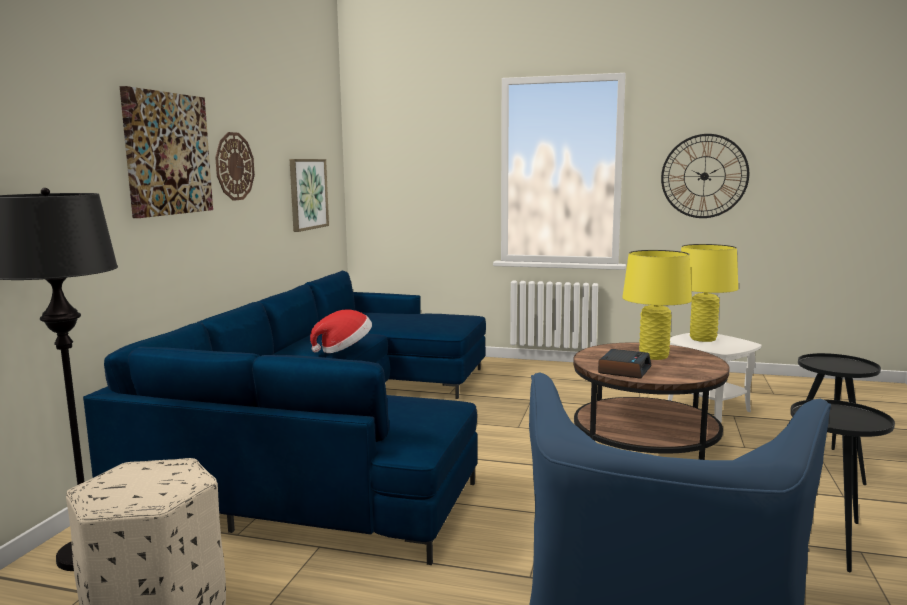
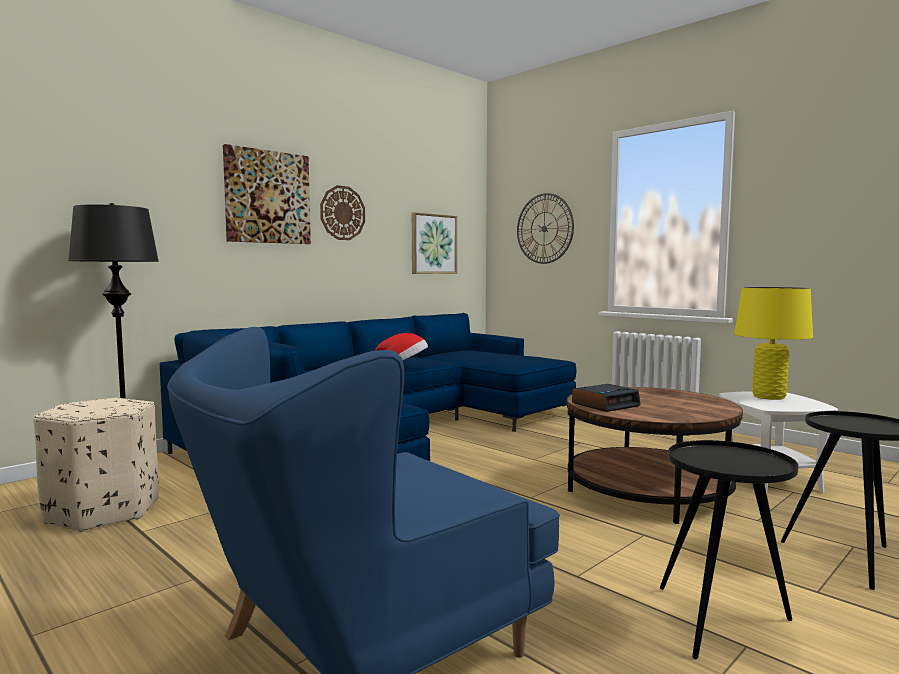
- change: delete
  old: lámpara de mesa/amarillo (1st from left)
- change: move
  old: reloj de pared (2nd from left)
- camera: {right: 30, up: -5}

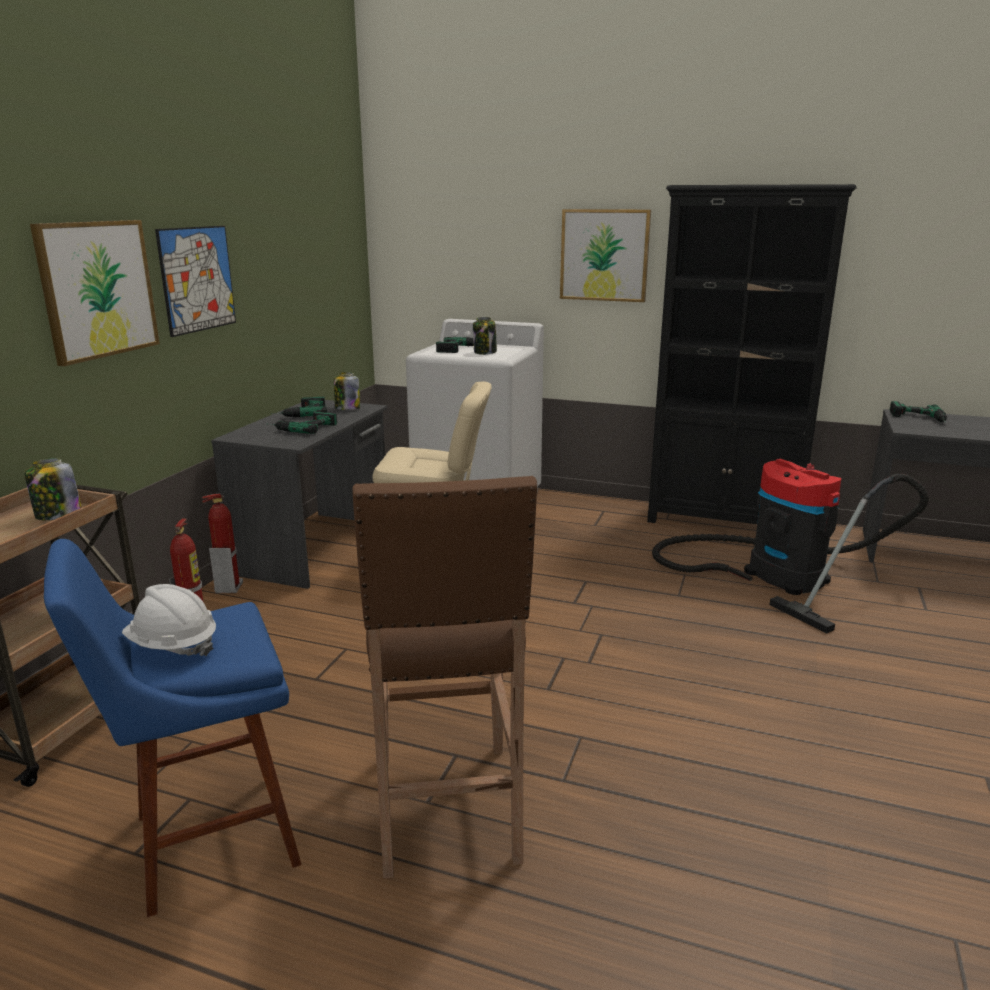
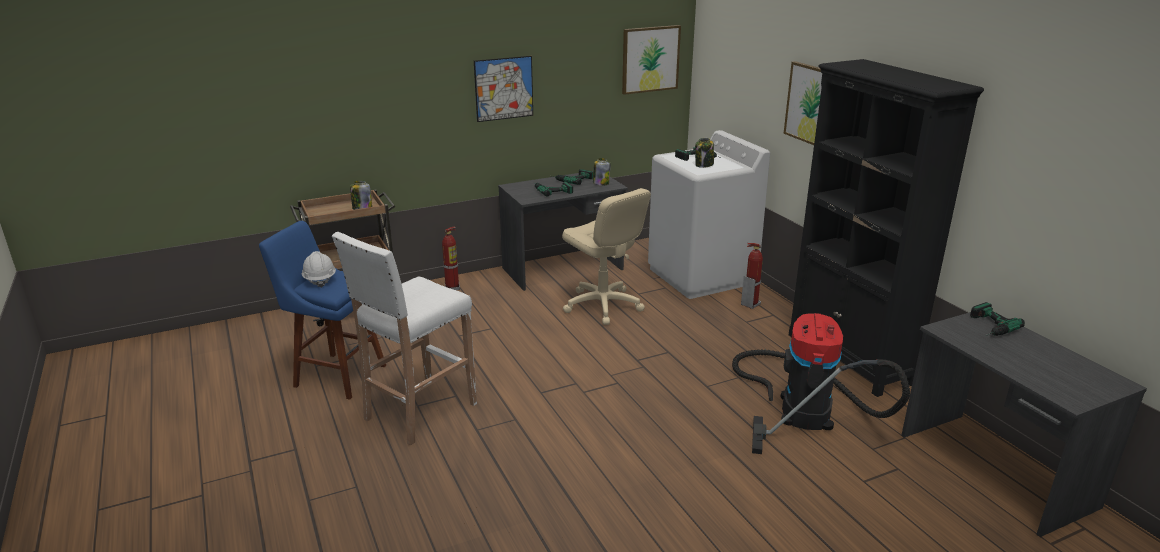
- change: move
  old: cuadro (1st from left in the first image)
  new: cuadro (2nd from left)
- change: move
  old: extintor (2nd from left)
- change: recolor
  old: taburete/marrón
  new: taburete/blanco
- camera: {right: 45, up: 5}

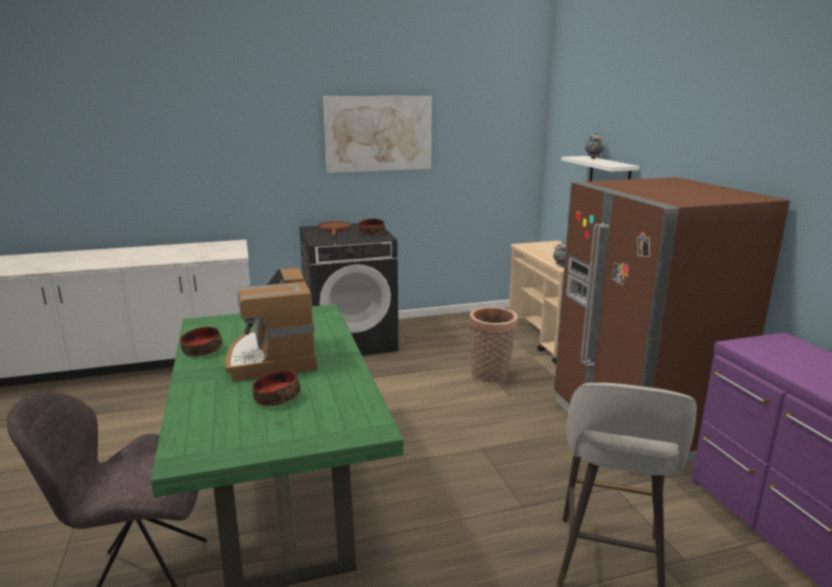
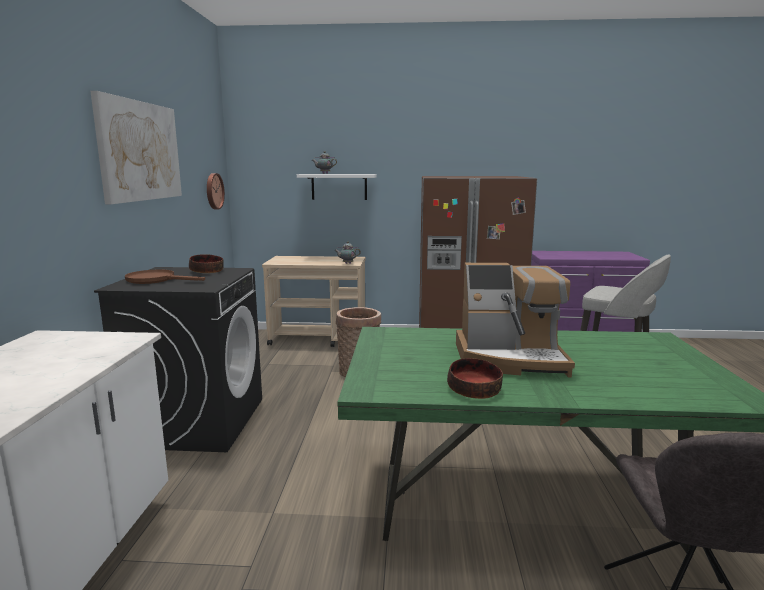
- change: delete
  old: cuenco (2nd from left)
- change: insert
  new: reloj de pared
- camera: {right: -70, up: -5}

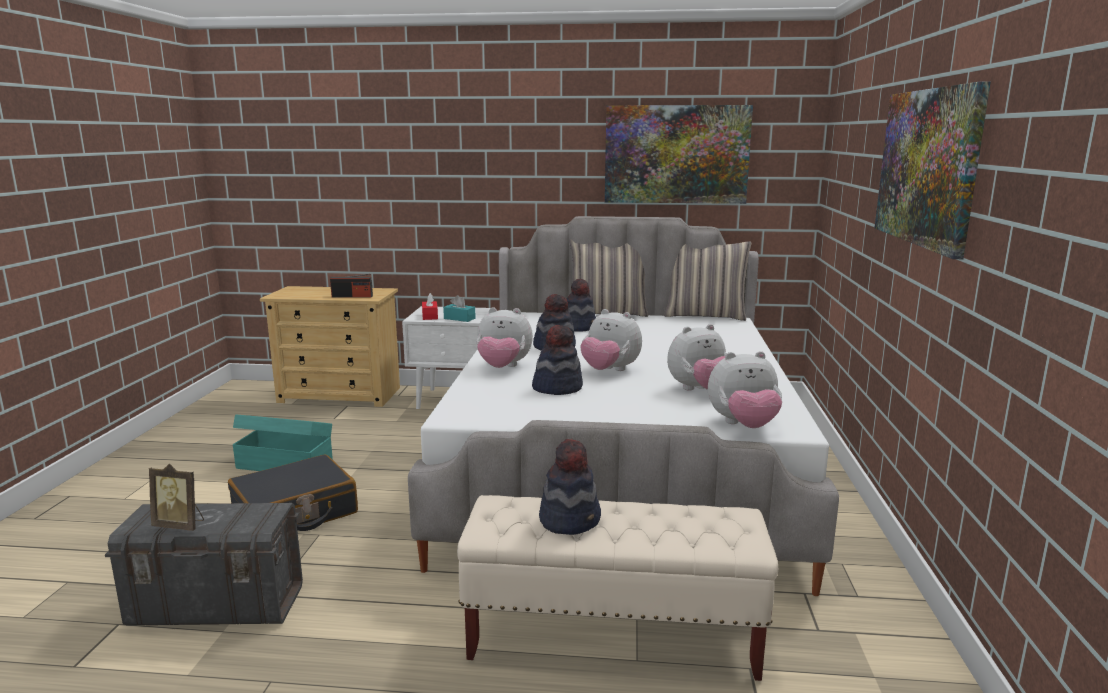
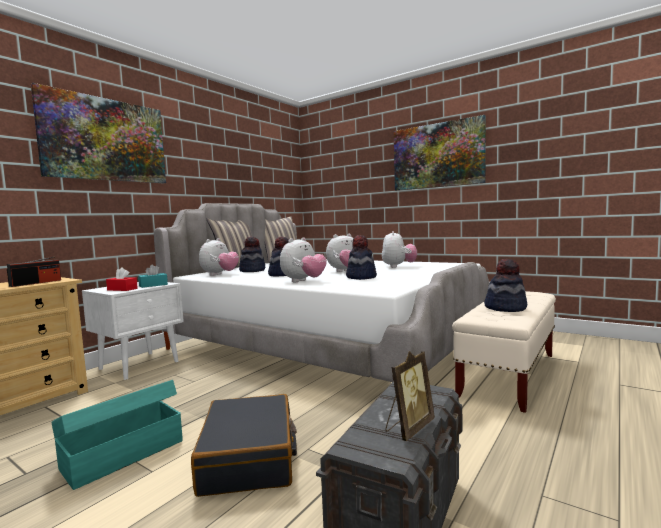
- change: move
  old: cuadro (1st from left)
- change: move
  old: peluche (4th from left in the first image)
  new: peluche (1st from left)
- camera: {right: -60, up: -10}

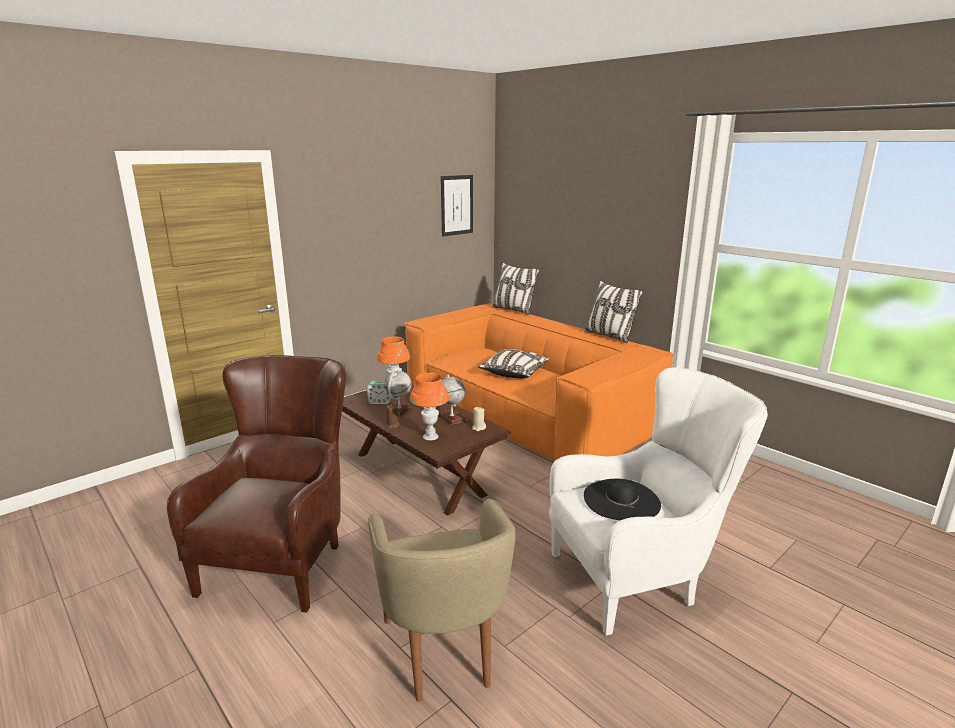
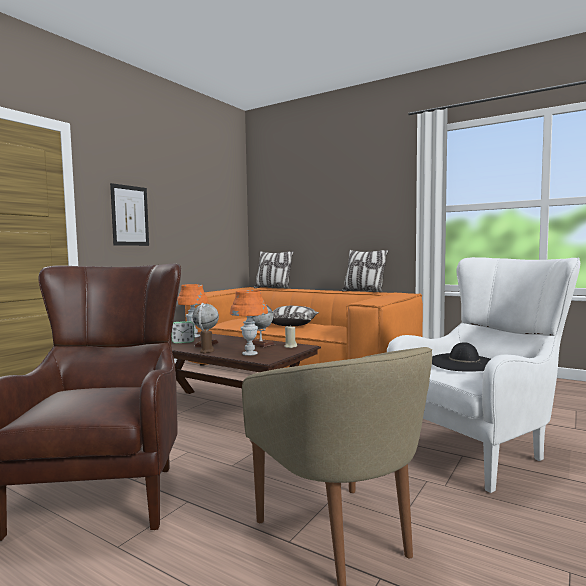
- change: move
  old: cuadro
- camera: {right: -15, up: -15}

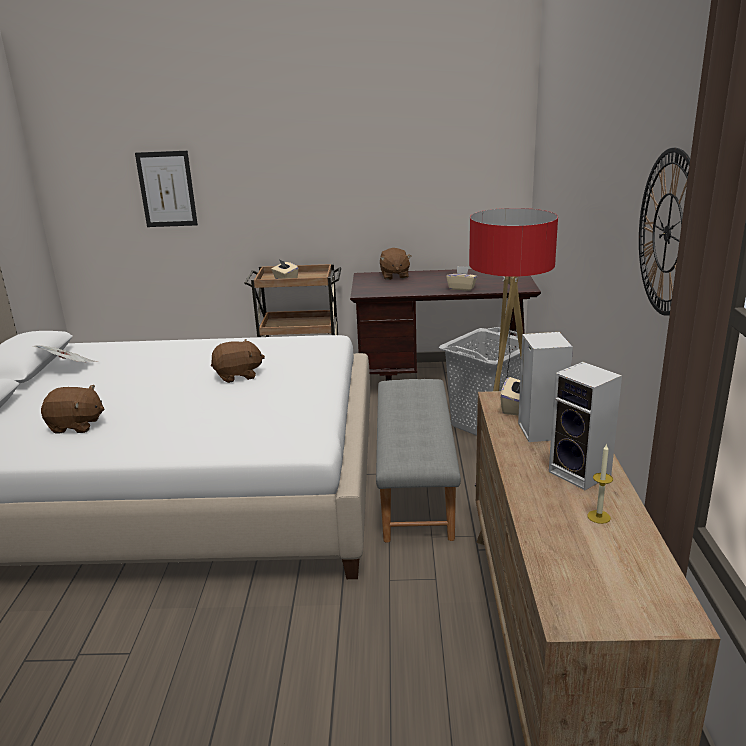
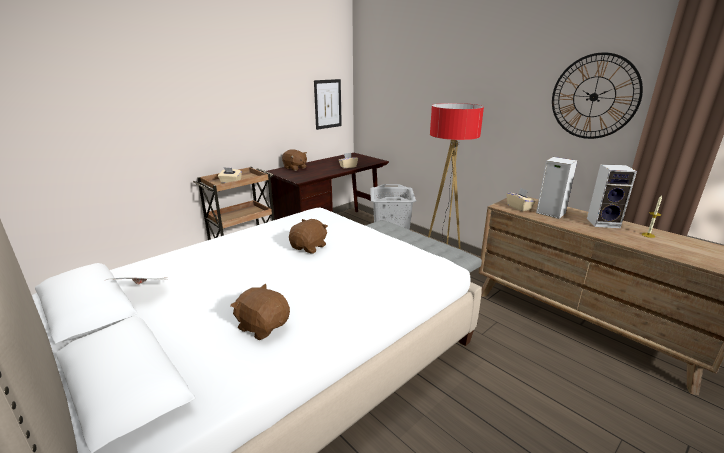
- change: move
  old: cuadro
- change: rotate
  old: peluche/marrón (1st from left)
  degrees: -105
- camera: {right: -45, up: 0}

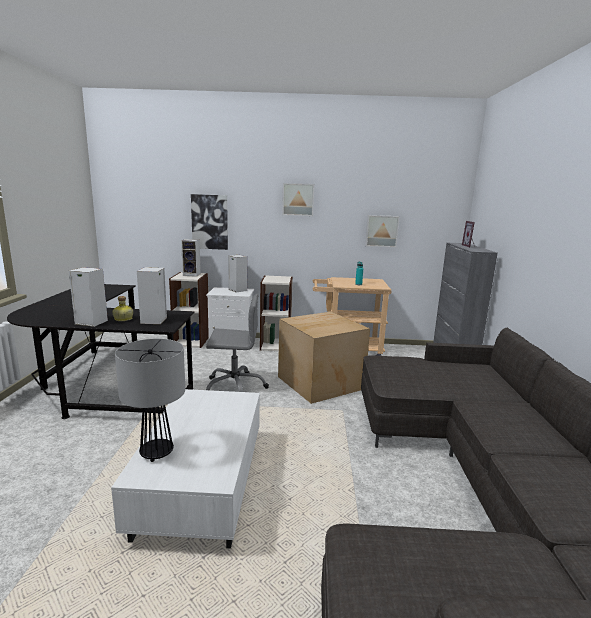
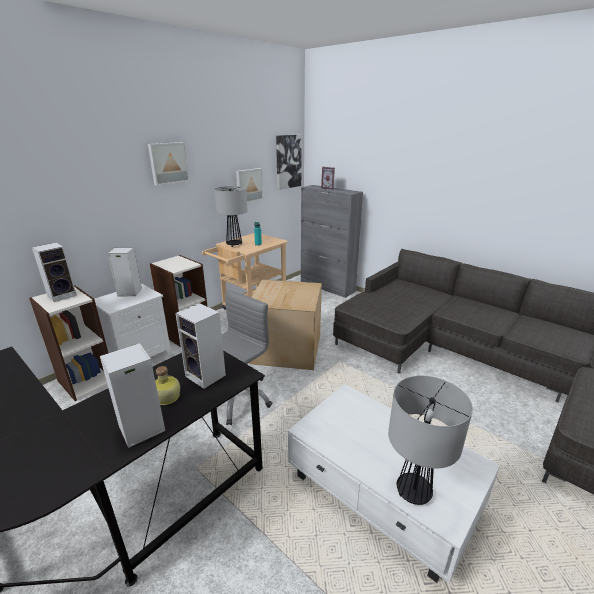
- change: insert
  new: lámpara de mesa (1st from left)
- change: move
  old: cuadro (1st from left in the first image)
  new: cuadro (3rd from left)
- camera: {right: -50, up: 10}

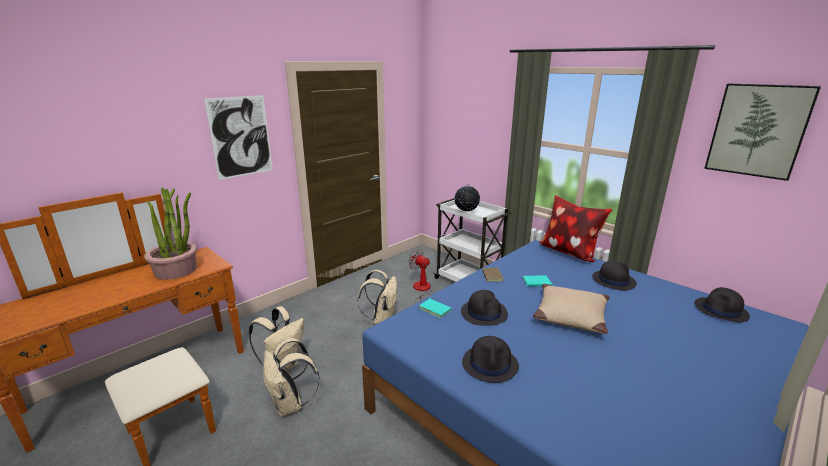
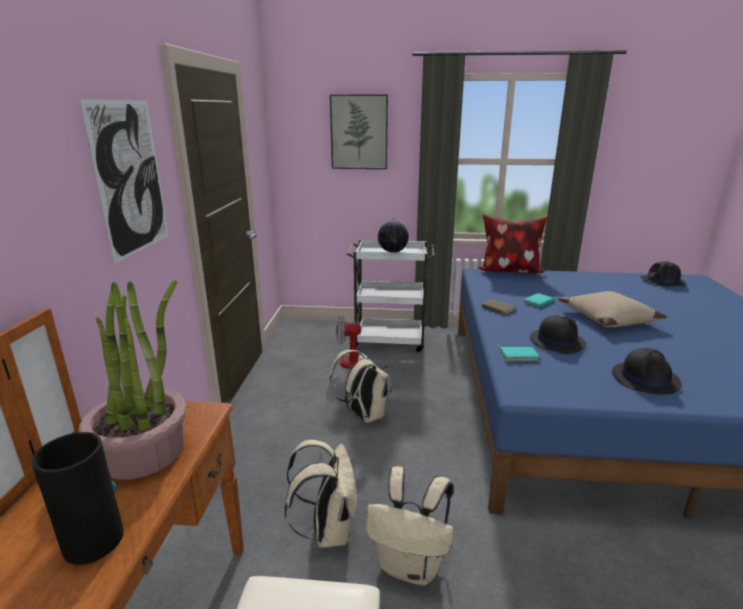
- change: delete
  old: sombrero/negro (3rd from left)
- change: insert
  new: florero
- change: move
  old: cuadro (2nd from left)
- camera: {right: -40, up: 0}

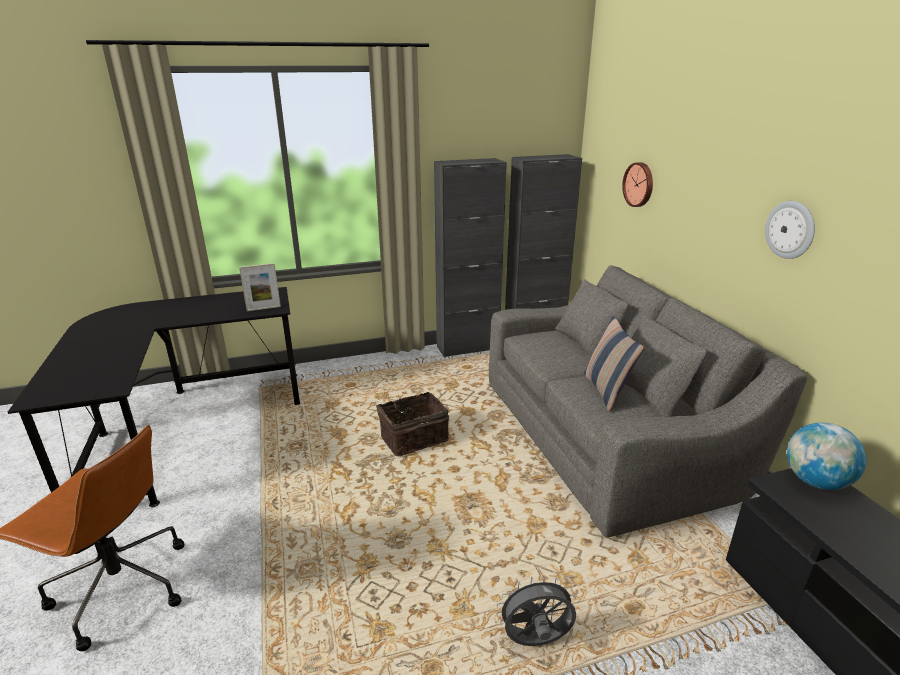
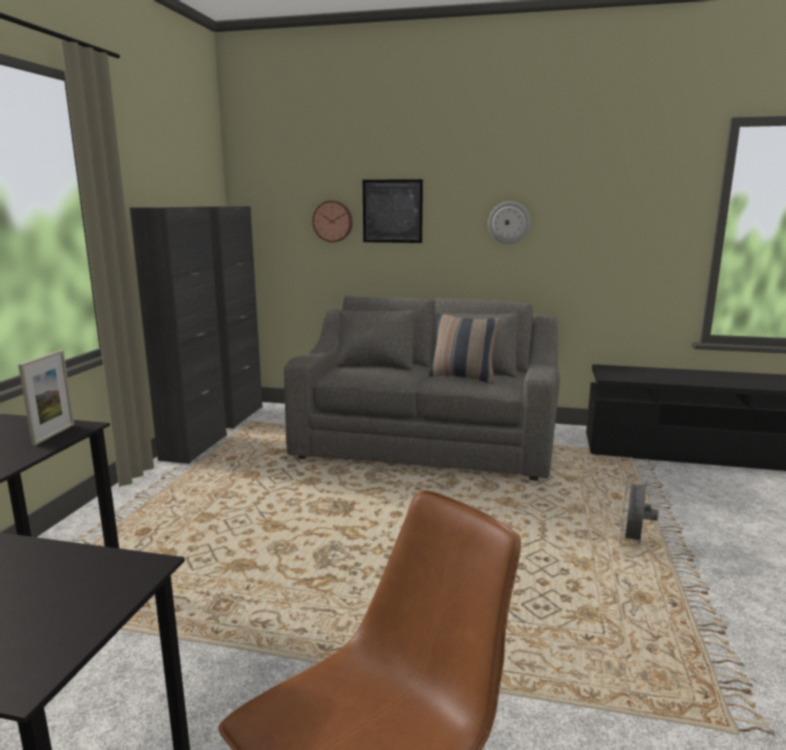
- change: delete
  old: cesta
- change: delete
  old: globo terráqueo
- change: insert
  new: cuadro
- camera: {right: -60, up: -10}

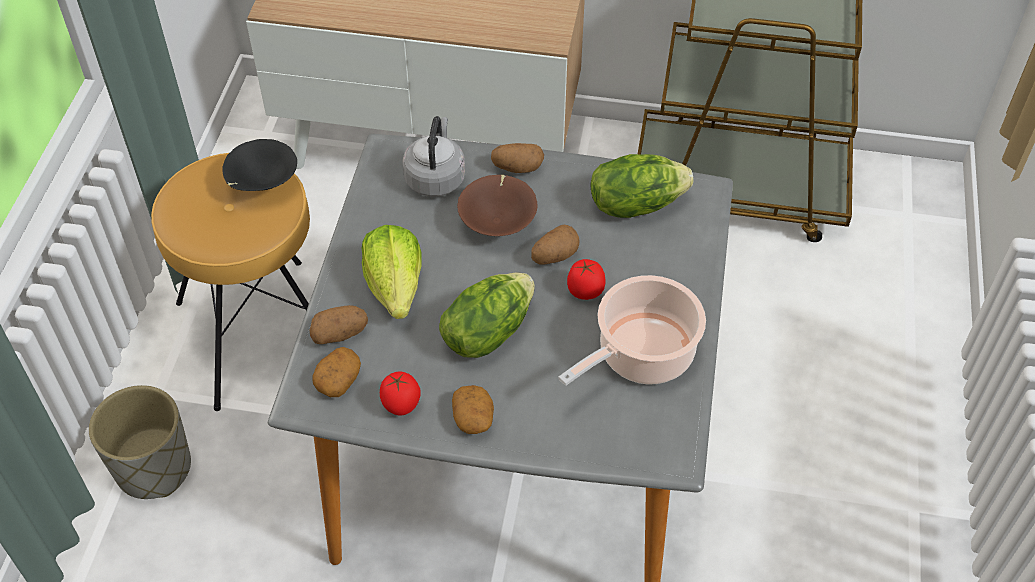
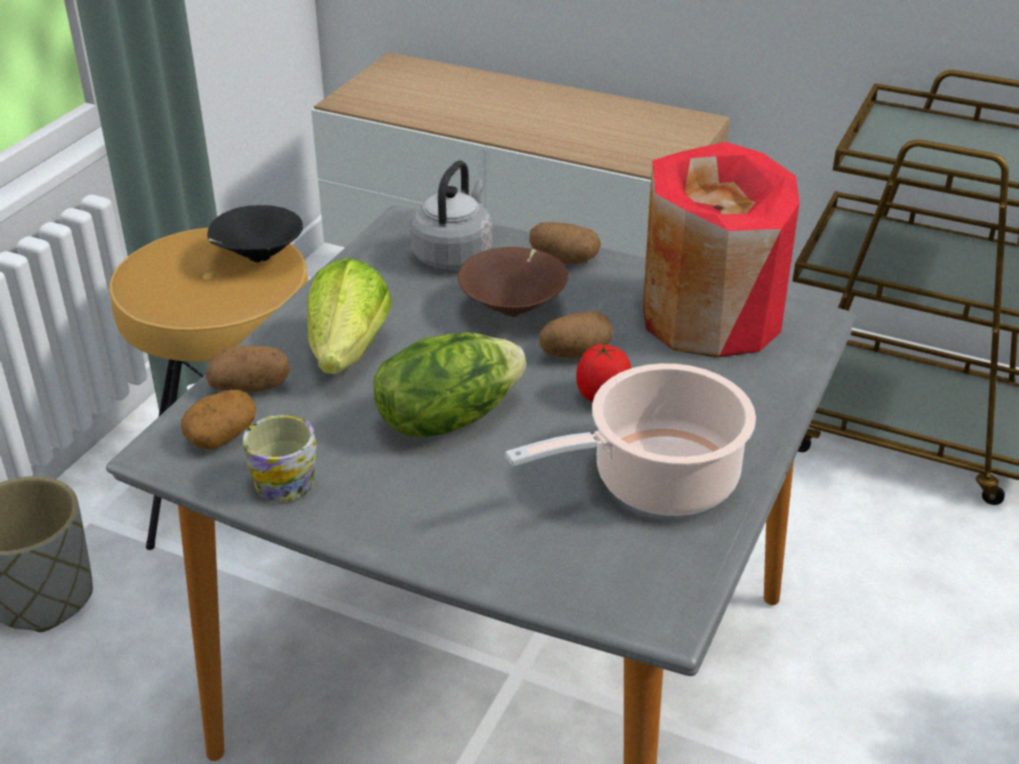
- change: delete
  old: patata (3rd from left)
- change: replace
  old: tomate (1st from left)
  new: taza grande
- change: replace
  old: lechuga (3rd from left)
  new: florero/rojo
- camera: {right: 15, up: -15}

